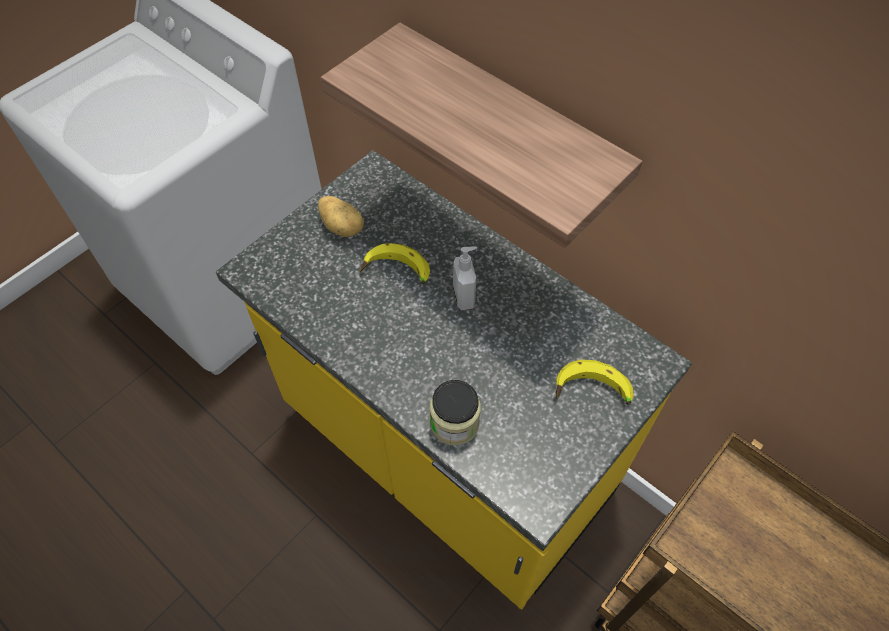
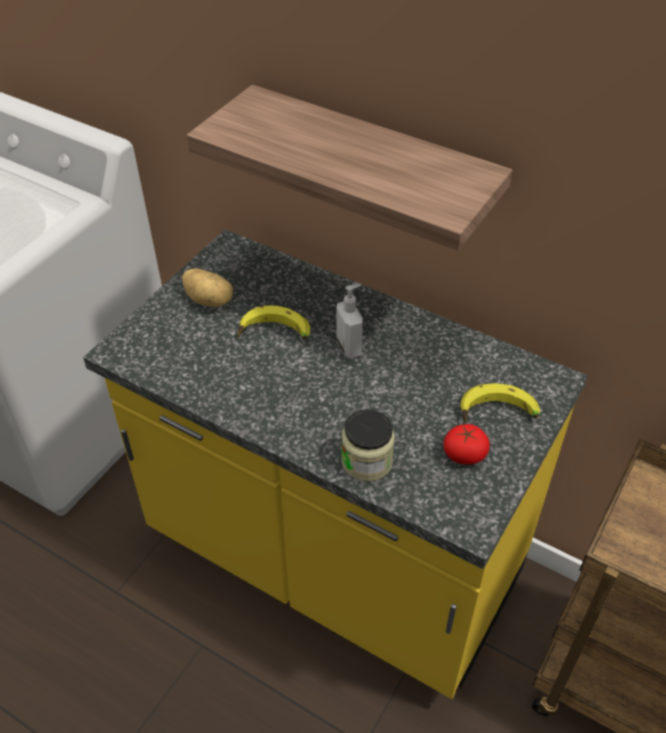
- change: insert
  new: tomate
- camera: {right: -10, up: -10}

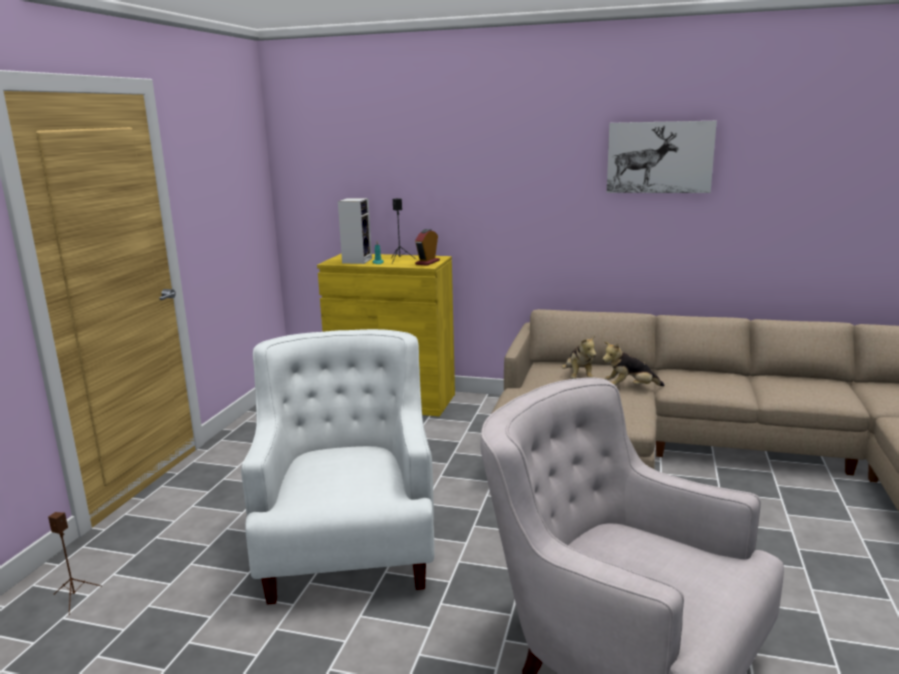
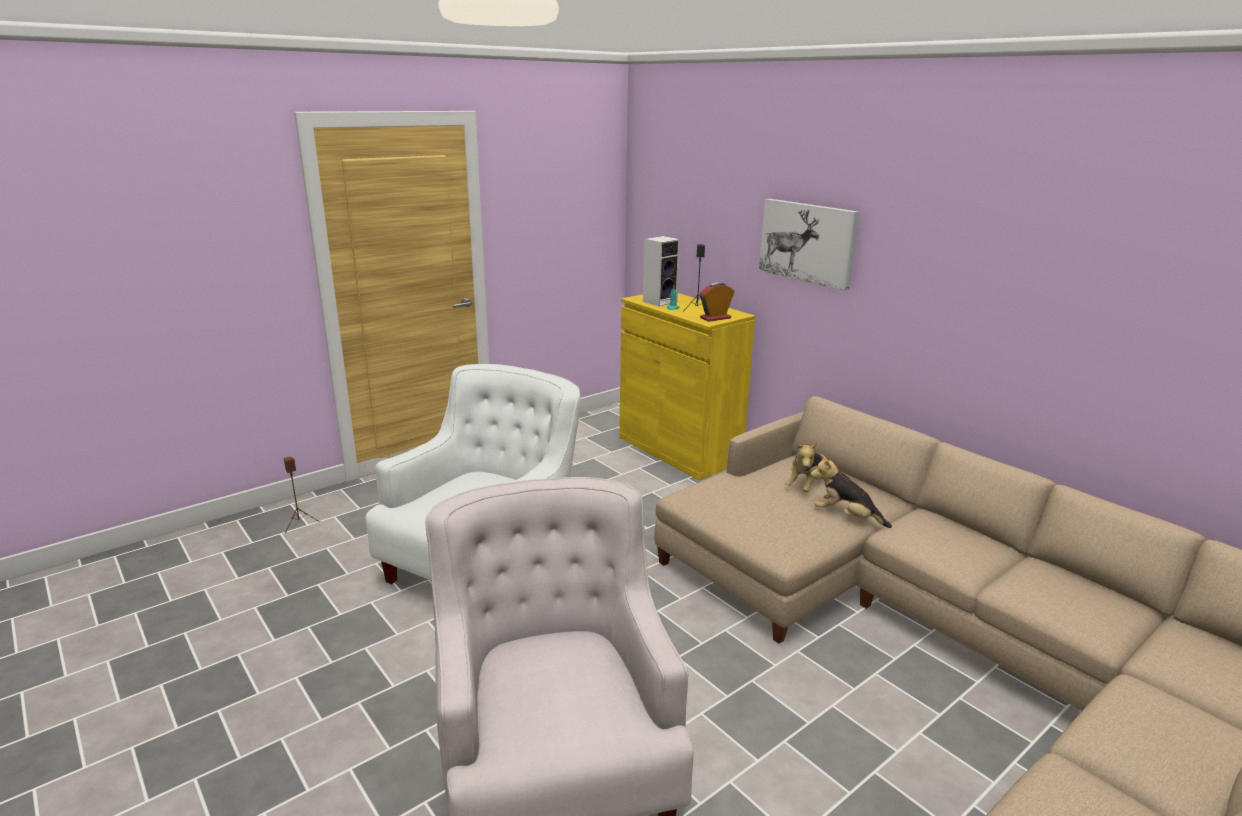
- change: move
  old: cuadro
- camera: {right: 35, up: 5}

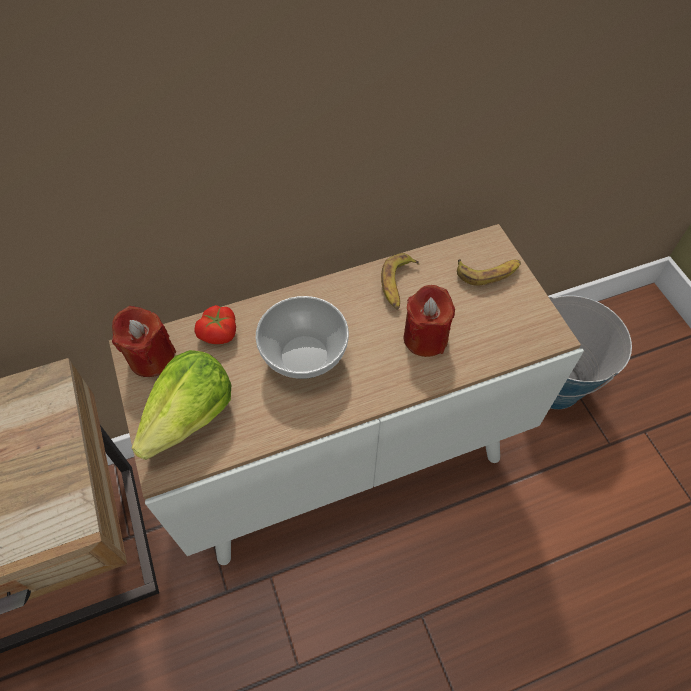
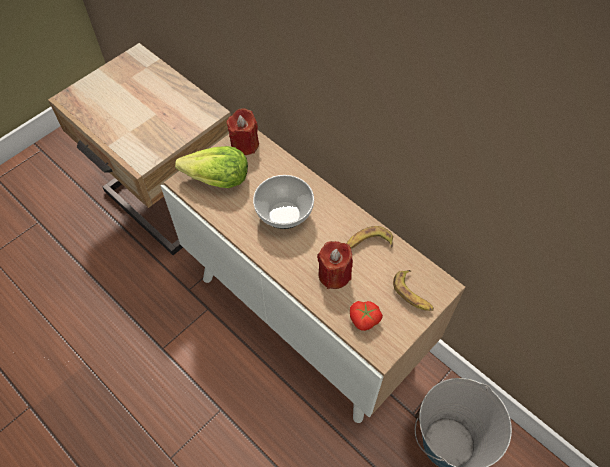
- change: move
  old: tomate
- camera: {right: 65, up: 0}

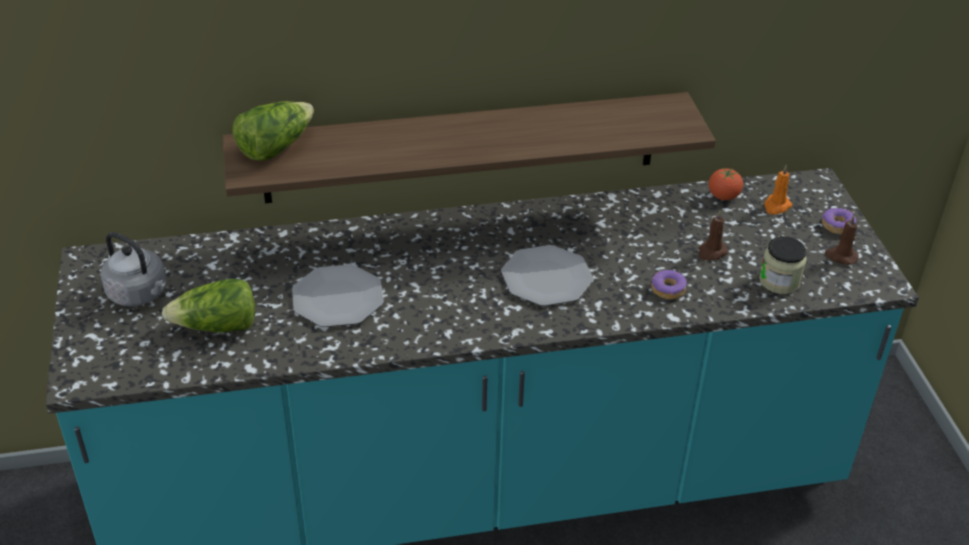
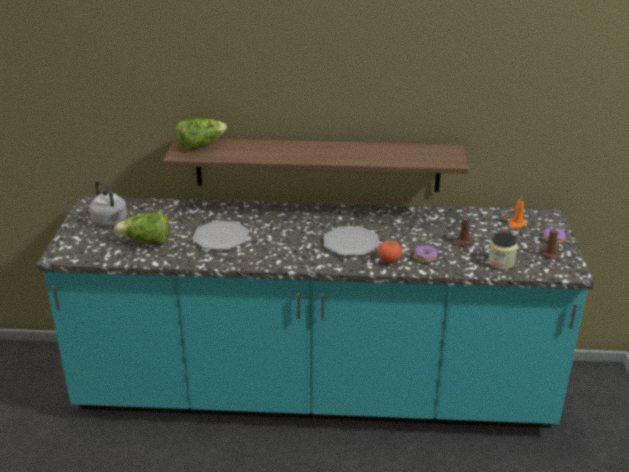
- change: move
  old: tomate
- camera: {right: 15, up: -10}

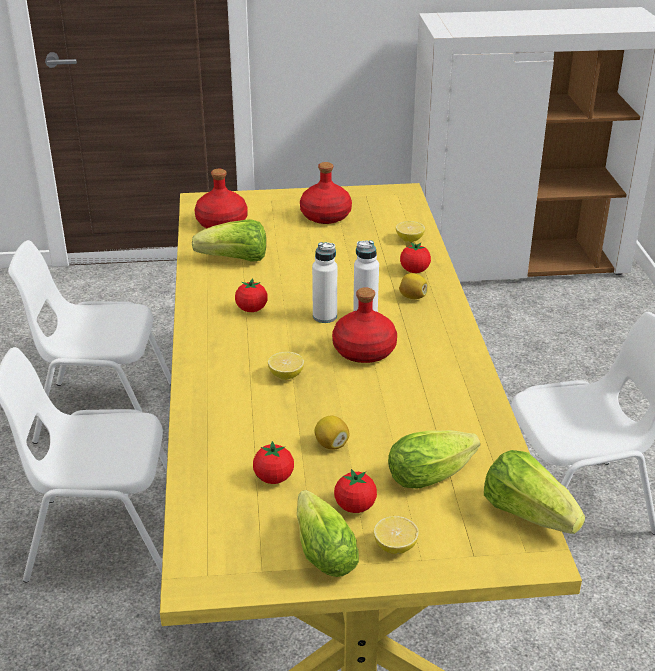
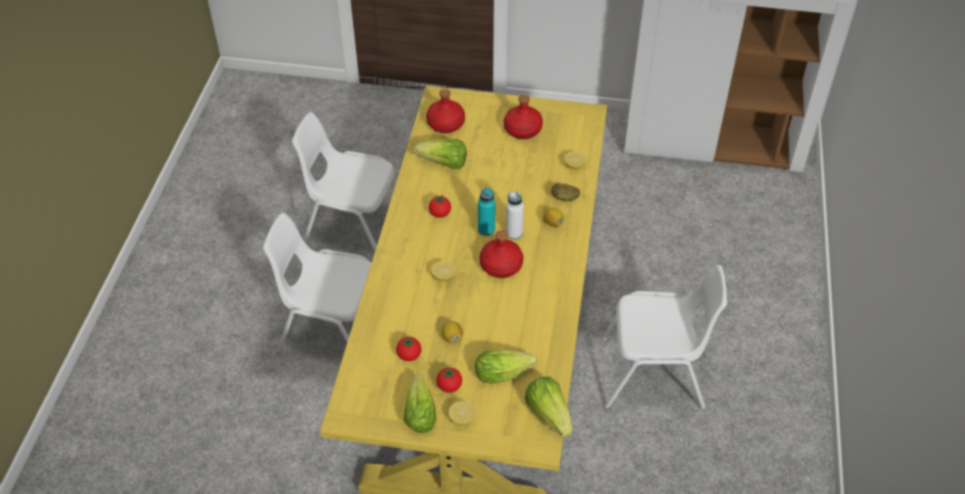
- change: replace
  old: tomate (4th from left)
  new: patata
- change: recolor
  old: botella/blanco (1st from left)
  new: botella/turquesa
- camera: {right: 15, up: 15}

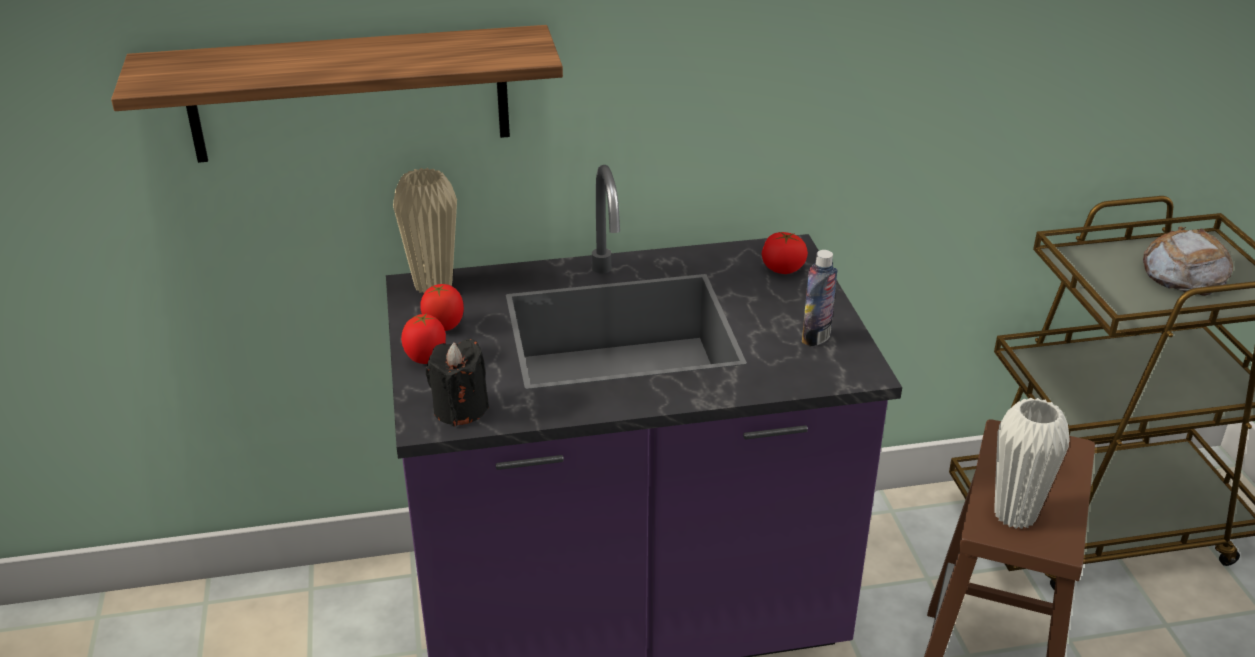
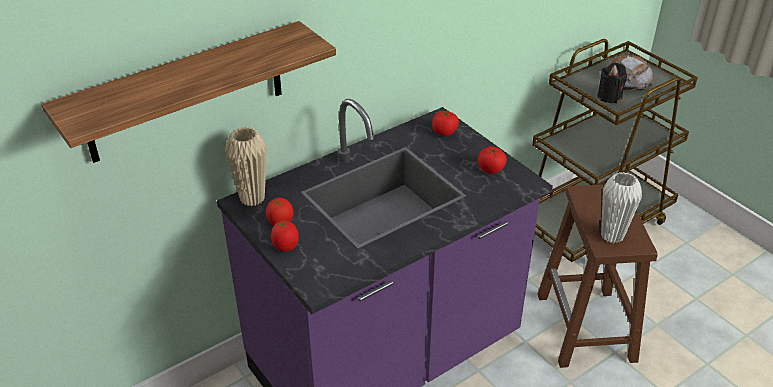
- change: move
  old: vela/negro
- change: replace
  old: botella
  new: tomate (4th from left)
- camera: {right: -25, up: 5}

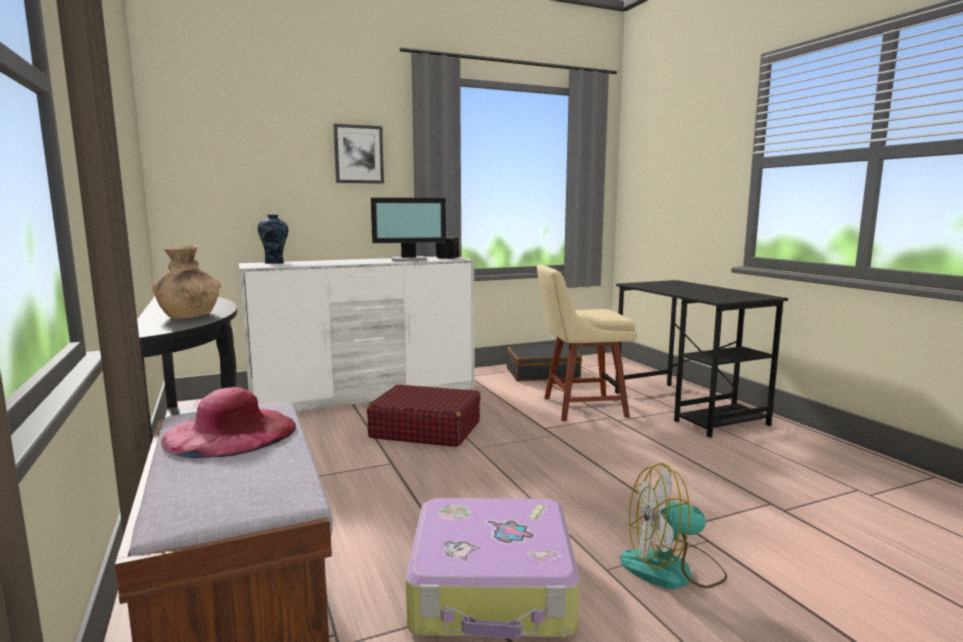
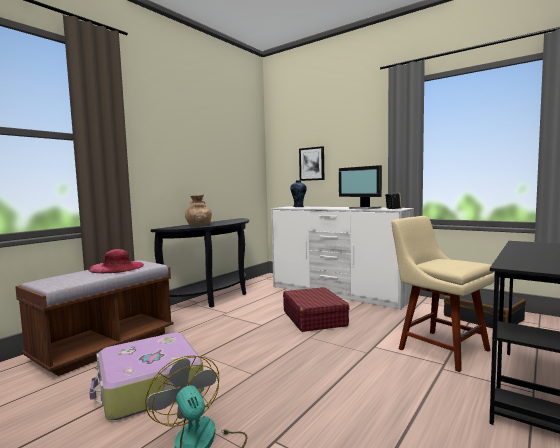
- change: move
  old: cuadro
- camera: {right: 60, up: -5}

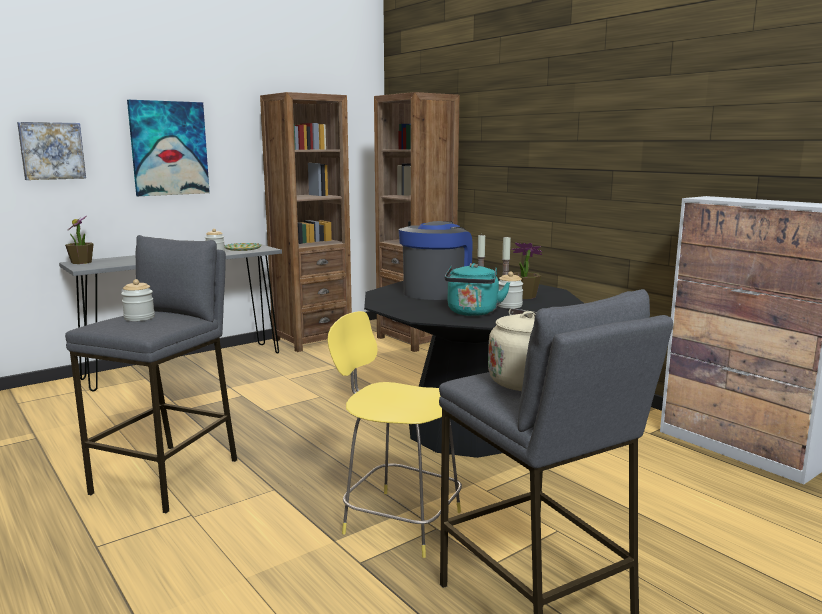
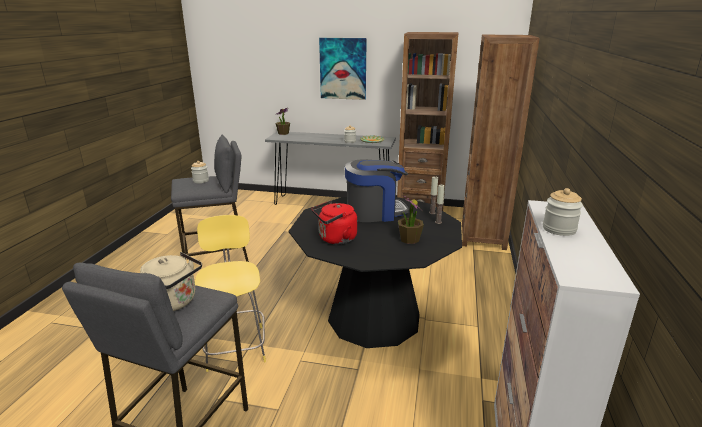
- change: delete
  old: cuadro (1st from left)
- change: move
  old: tarro (3rd from left)
- change: recolor
  old: hervidor/turquesa
  new: hervidor/rojo
- camera: {right: 50, up: 10}

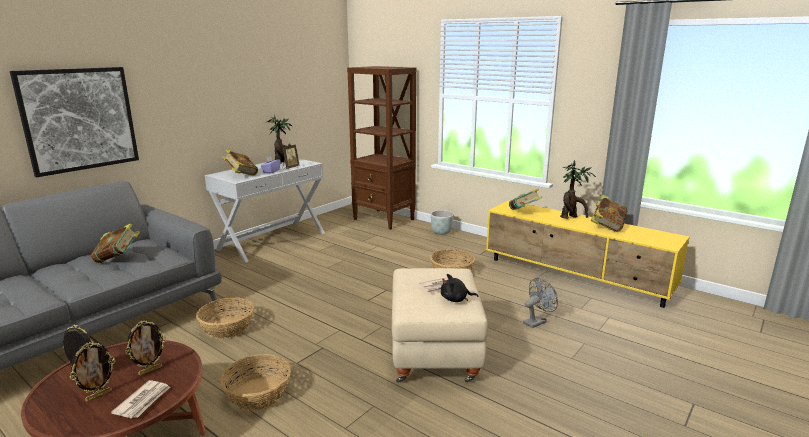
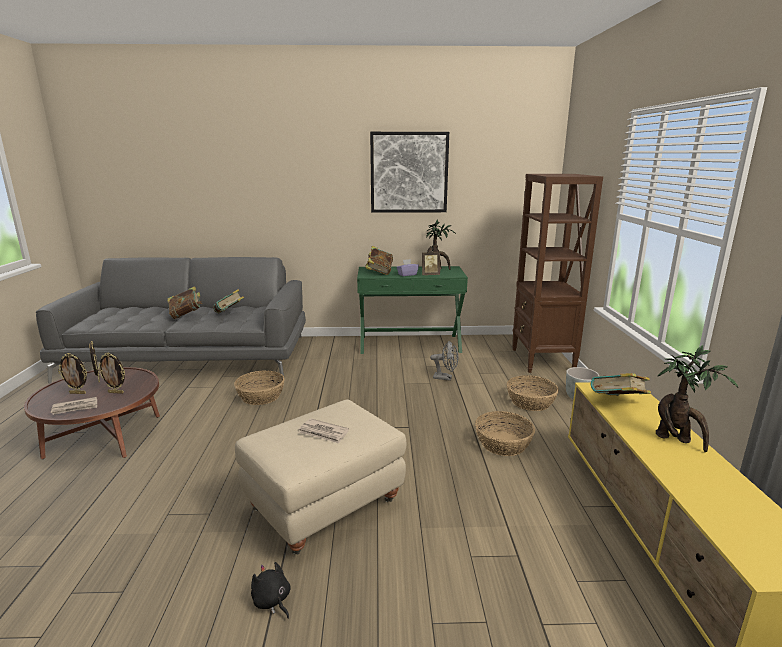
- change: move
  old: cuadro
- change: move
  old: cesta (2nd from left in the first image)
  new: cesta (3rd from left)
- change: move
  old: peluche/negro
- change: move
  old: ventilador/gris
- change: move
  old: libro (4th from left in the first image)
  new: libro (1st from left)
- change: recolor
  old: mesa consola/blanco
  new: mesa consola/verde
- camera: {right: 50, up: 0}

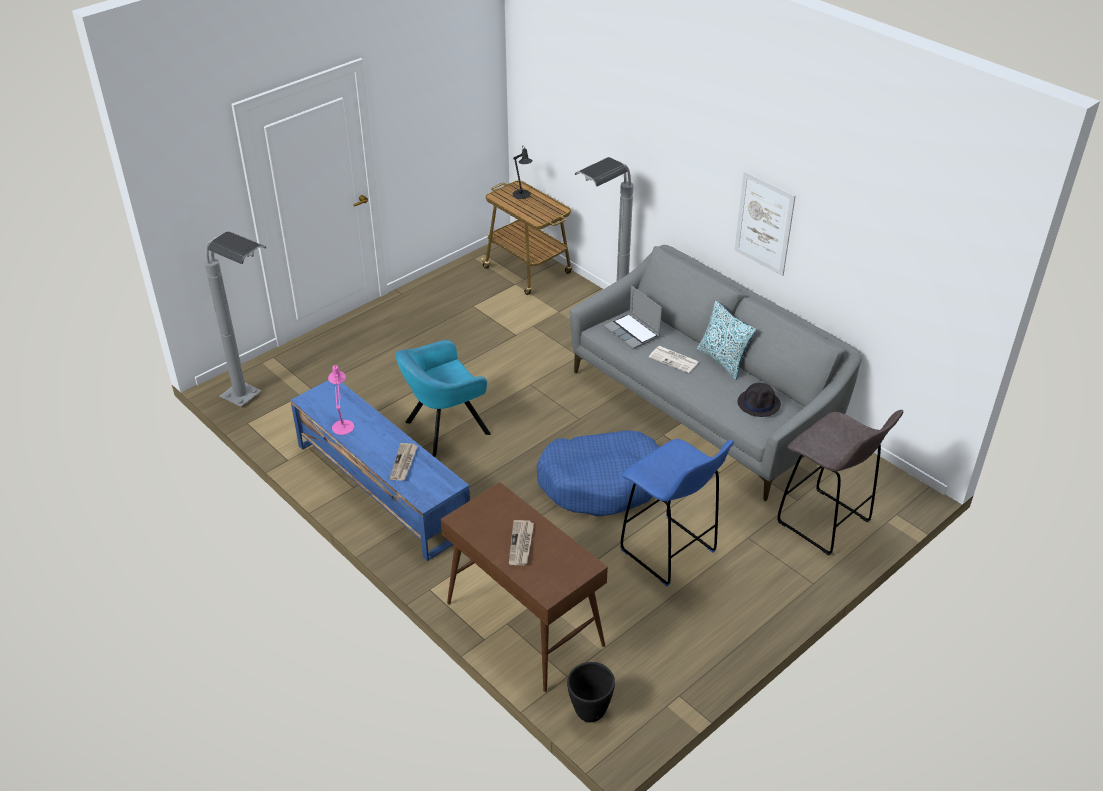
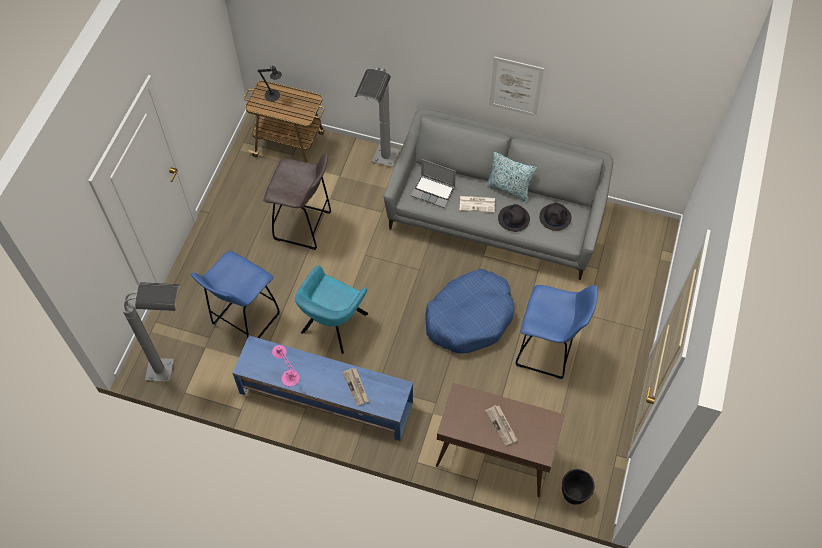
- change: insert
  new: taburete/azul (1st from left)
- change: insert
  new: sombrero/negro (1st from left)
- change: move
  old: taburete/gris
- camera: {right: -30, up: 20}

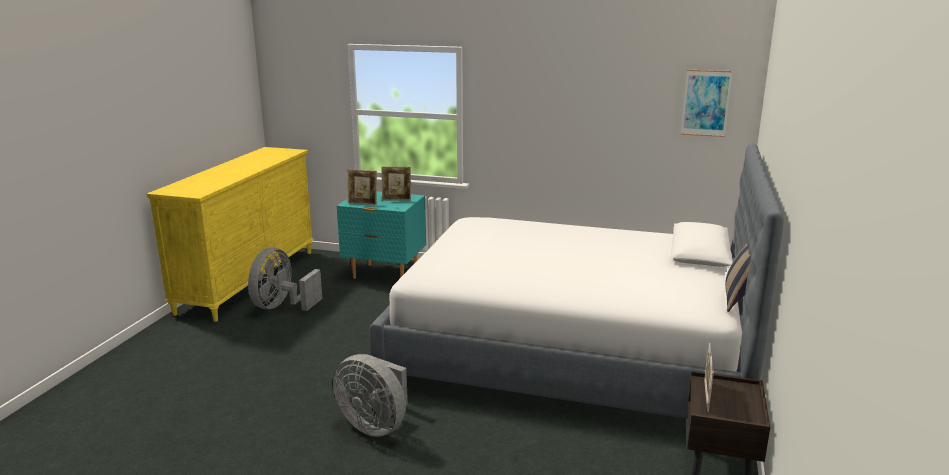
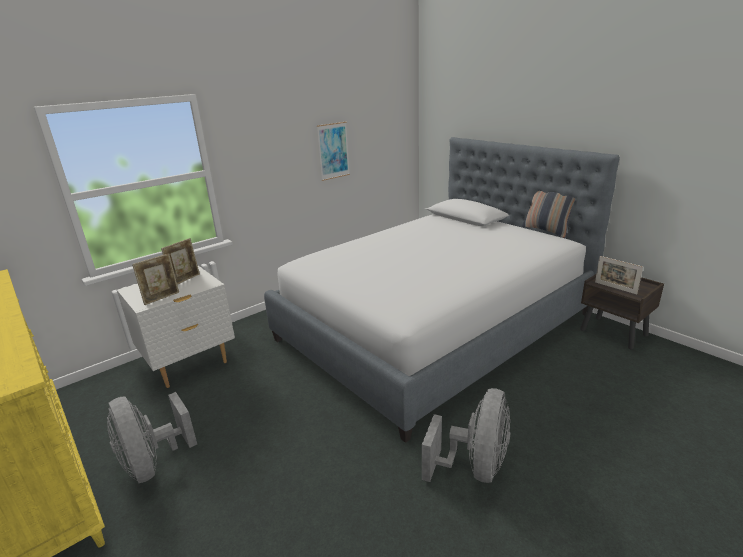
- change: move
  old: cuadro
- change: recolor
  old: mesita de noche/turquesa
  new: mesita de noche/blanco
- change: rotate
  old: ventilador/gris (2nd from left)
  degrees: -45
- camera: {right: -55, up: 5}

